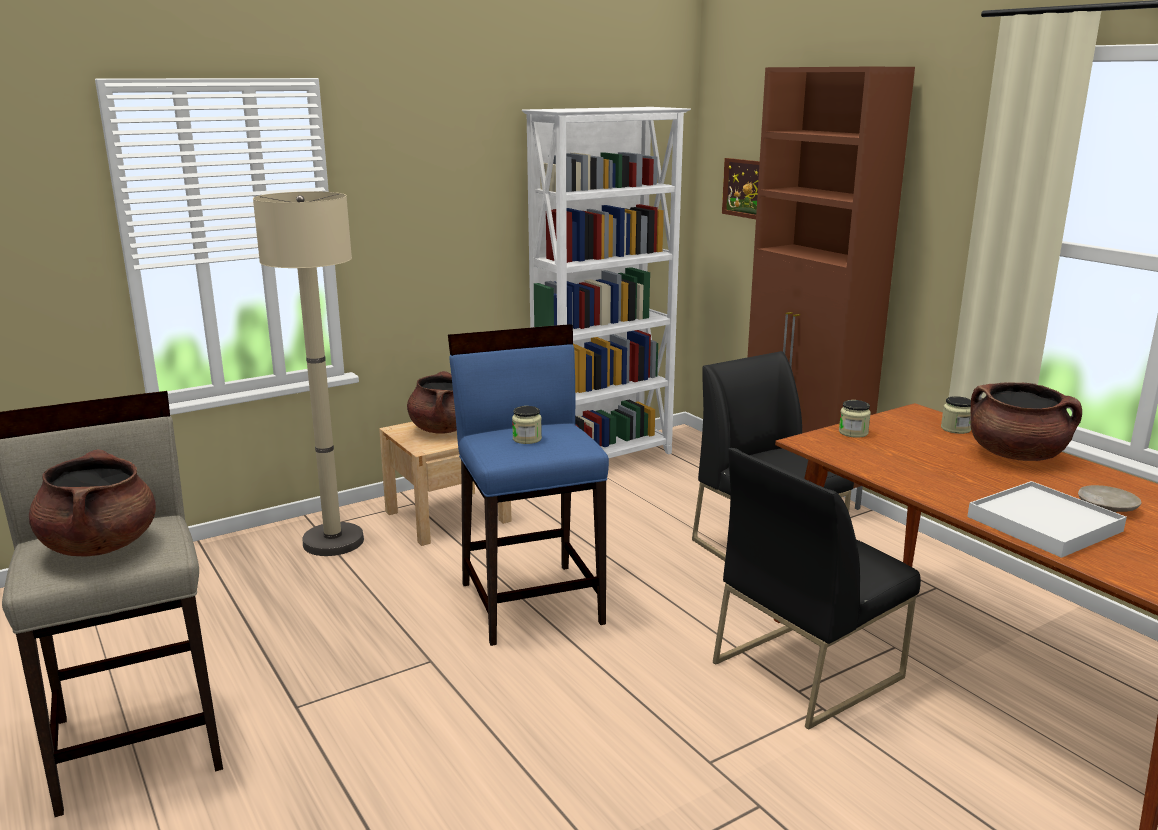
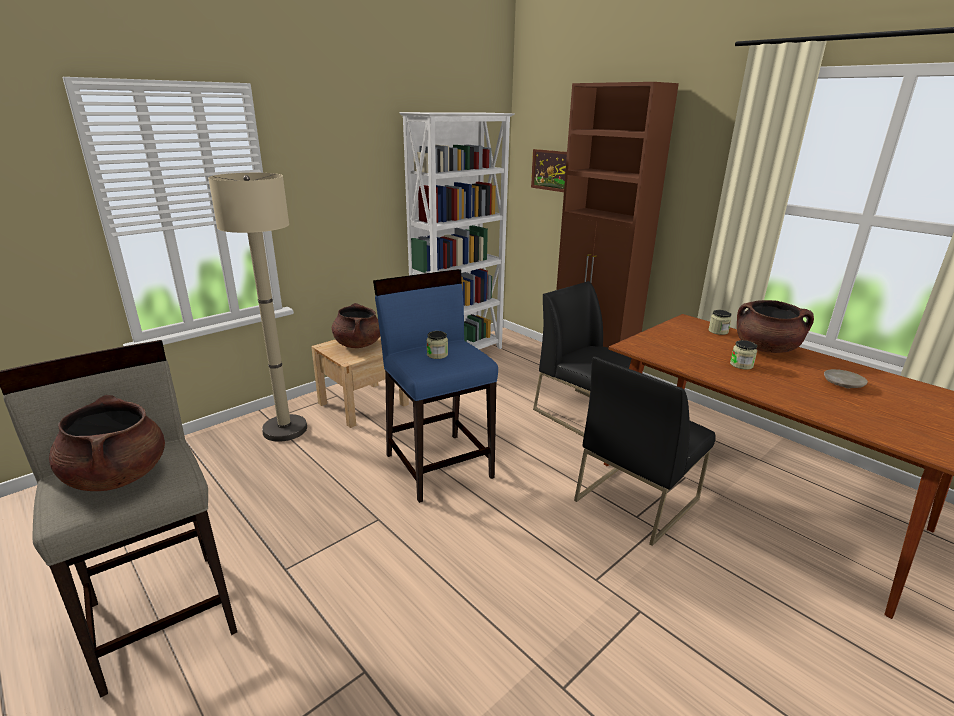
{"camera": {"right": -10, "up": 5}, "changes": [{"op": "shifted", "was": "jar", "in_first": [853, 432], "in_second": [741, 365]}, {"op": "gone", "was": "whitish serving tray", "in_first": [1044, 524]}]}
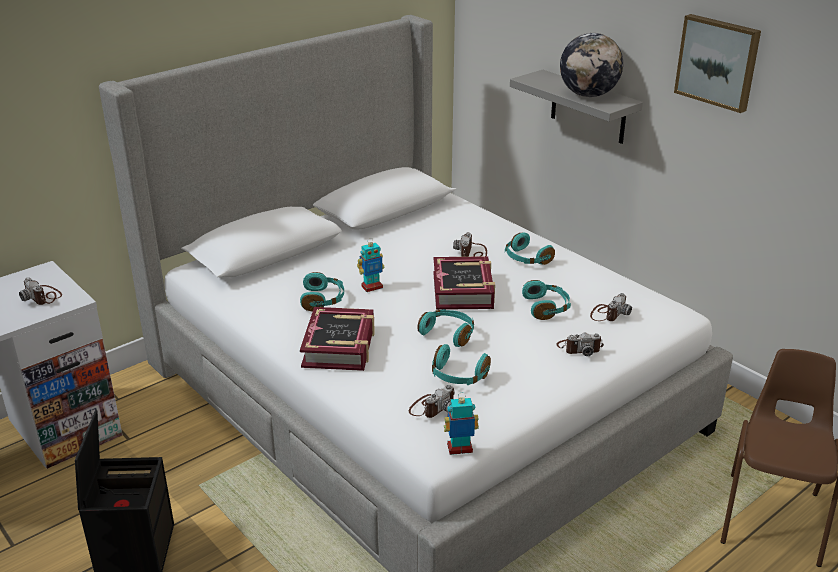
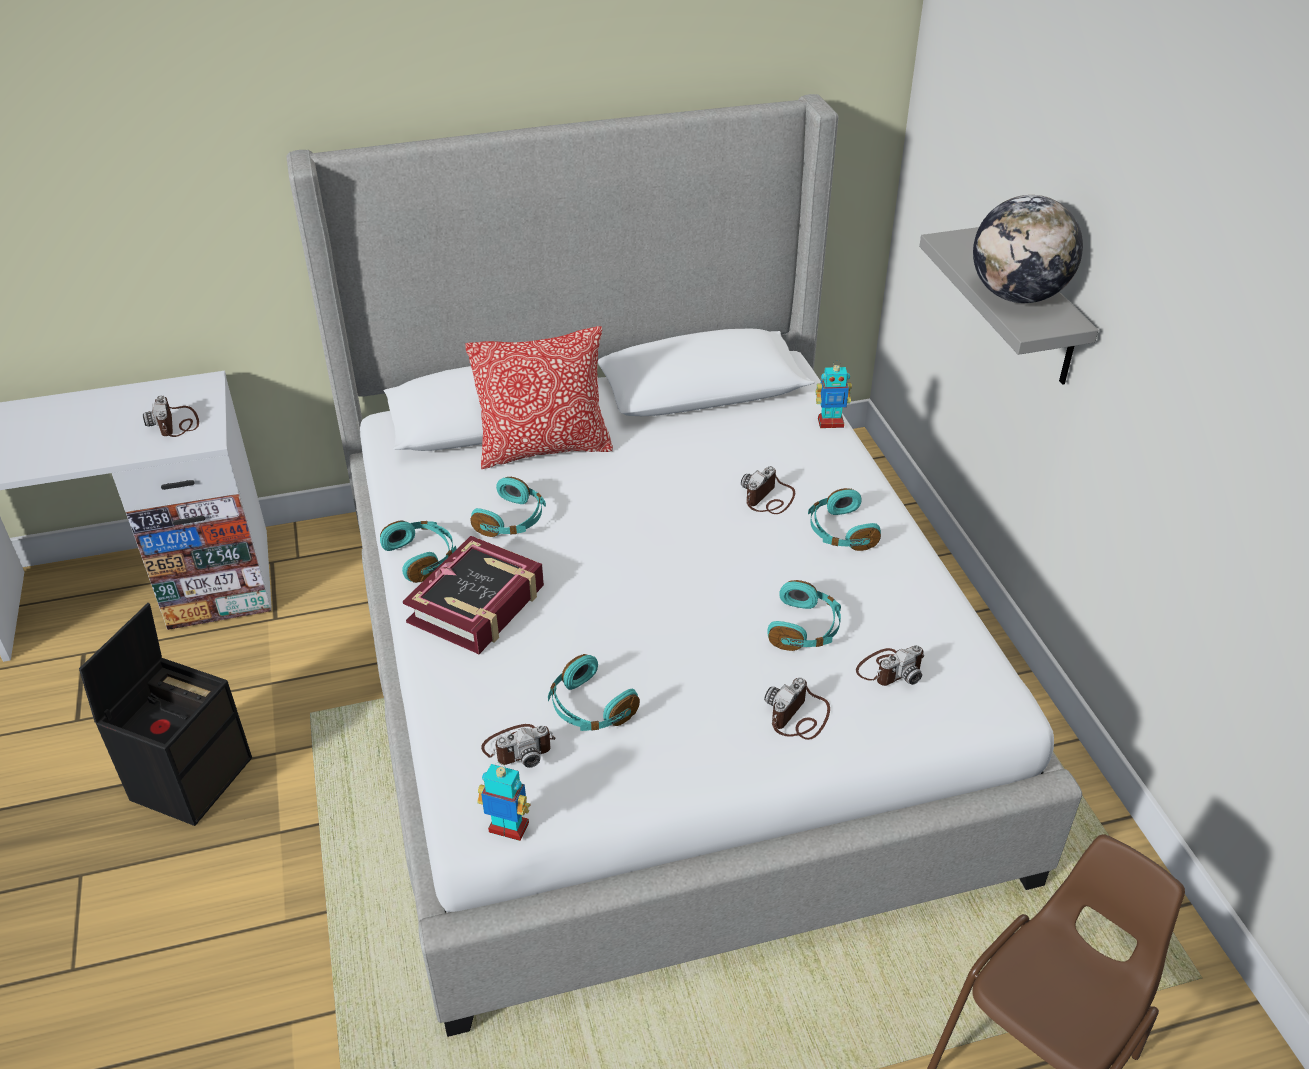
{"camera": {"right": 25, "up": 10}, "changes": [{"op": "gone", "was": "picture", "in_first": [718, 62]}, {"op": "shifted", "was": "model robot", "in_first": [372, 287], "in_second": [830, 422]}, {"op": "gone", "was": "book", "in_first": [463, 290]}, {"op": "shifted", "was": "turquoise pair of headphones", "in_first": [448, 333], "in_second": [422, 558]}, {"op": "rotated", "was": "photo camera", "in_first": [579, 348], "in_second": [799, 717], "clockwise": 105}, {"op": "new", "now": "pillow", "in_second": [544, 449]}]}
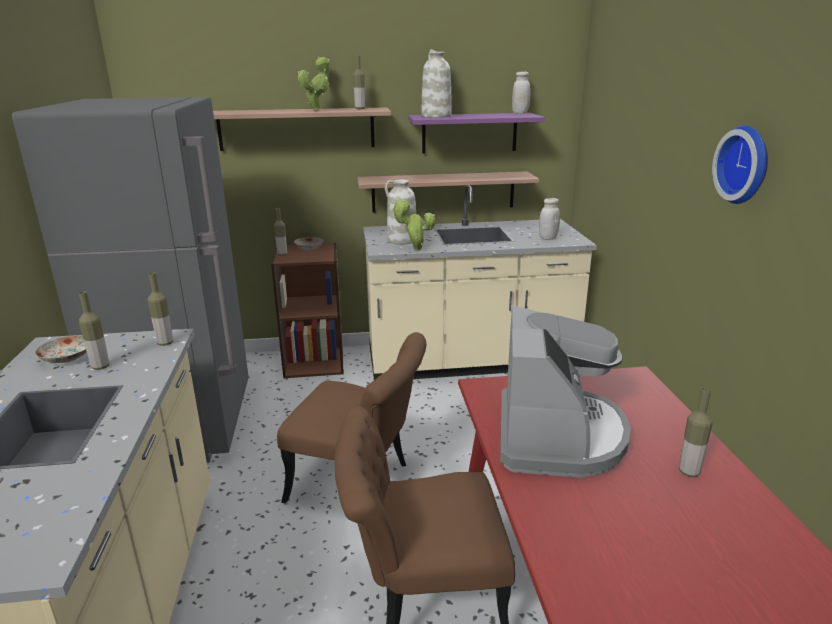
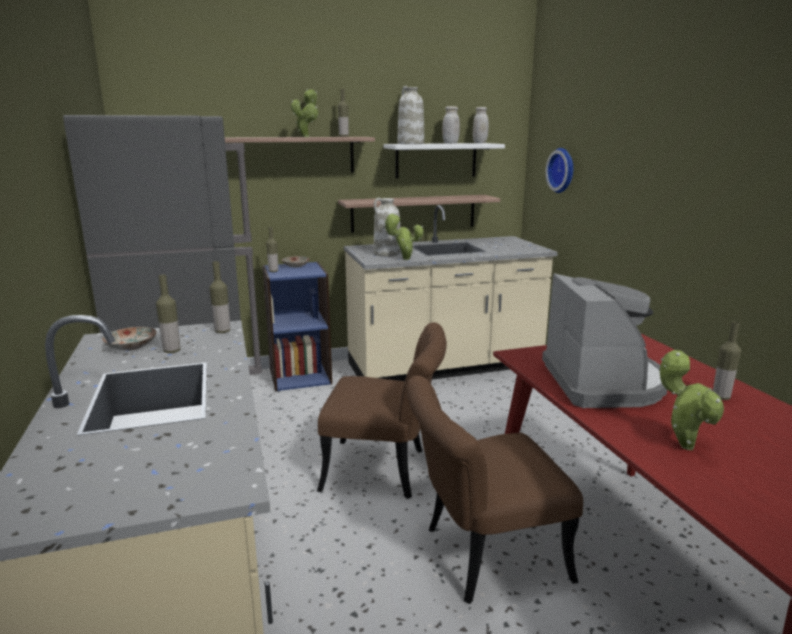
{"camera": {"right": -10, "up": -5}, "changes": [{"op": "repainted", "was": "purple-coloured shelf", "now": "whitish shelf", "in_first": [469, 133], "in_second": [436, 160]}, {"op": "shifted", "was": "clock on the wall", "in_first": [746, 164], "in_second": [563, 170]}, {"op": "shifted", "was": "whitish jar", "in_first": [547, 238], "in_second": [450, 143]}, {"op": "repainted", "was": "brown bookcase", "now": "blue bookcase", "in_first": [314, 362], "in_second": [300, 376]}, {"op": "new", "now": "plant in a pot", "in_second": [682, 445]}]}
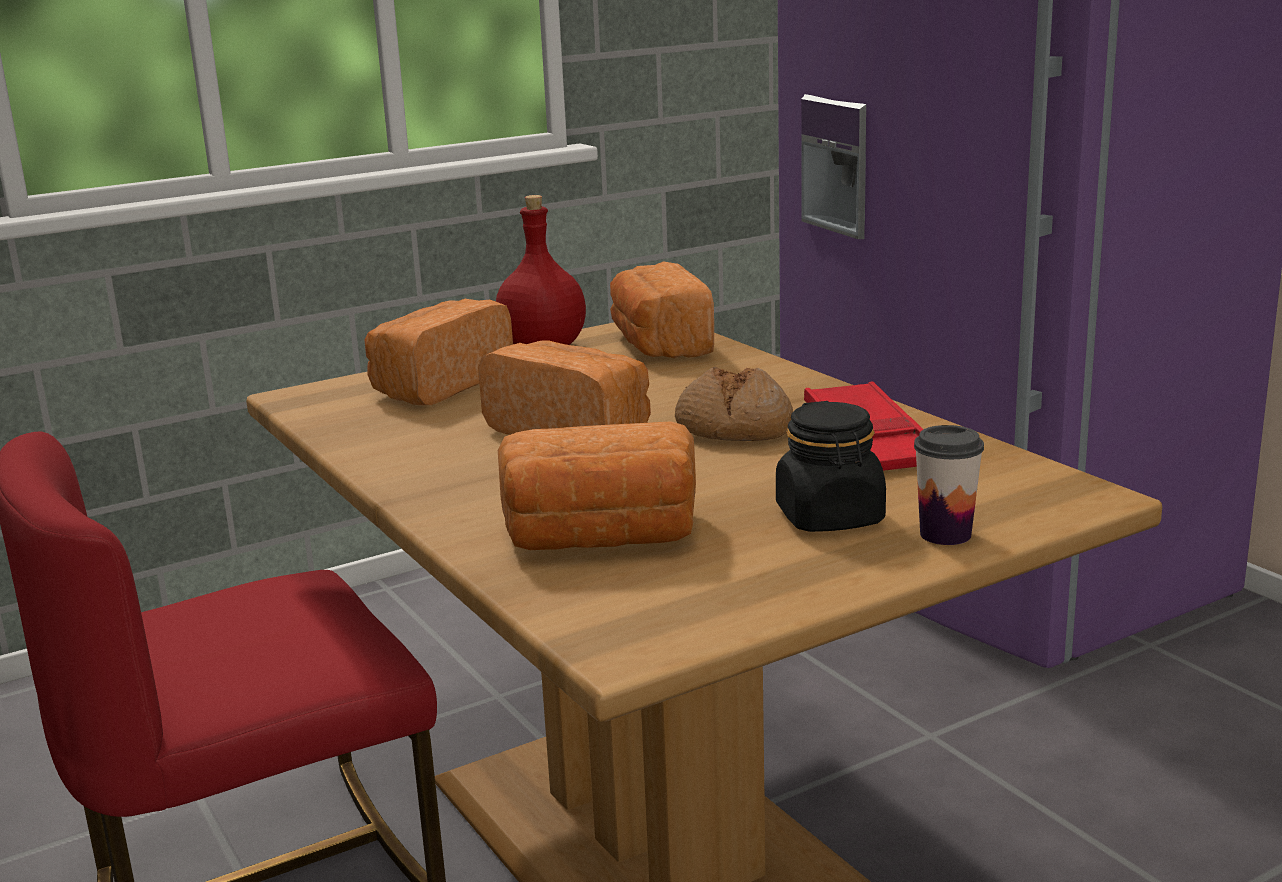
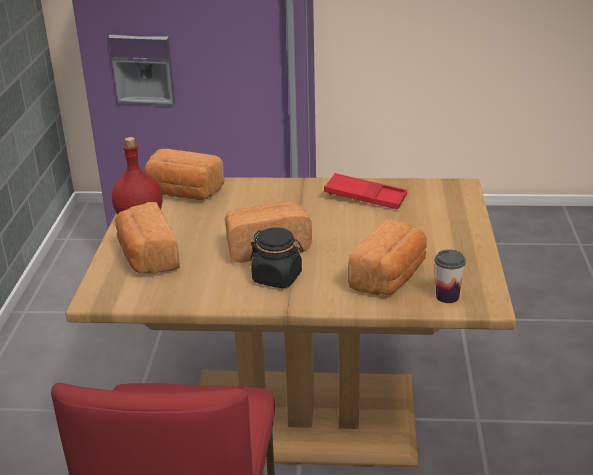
{"camera": {"right": -55, "up": 10}, "changes": [{"op": "gone", "was": "bread", "in_first": [734, 428]}, {"op": "shifted", "was": "black-coloured jar", "in_first": [830, 517], "in_second": [277, 278]}, {"op": "shifted", "was": "cup", "in_first": [945, 534], "in_second": [447, 296]}]}
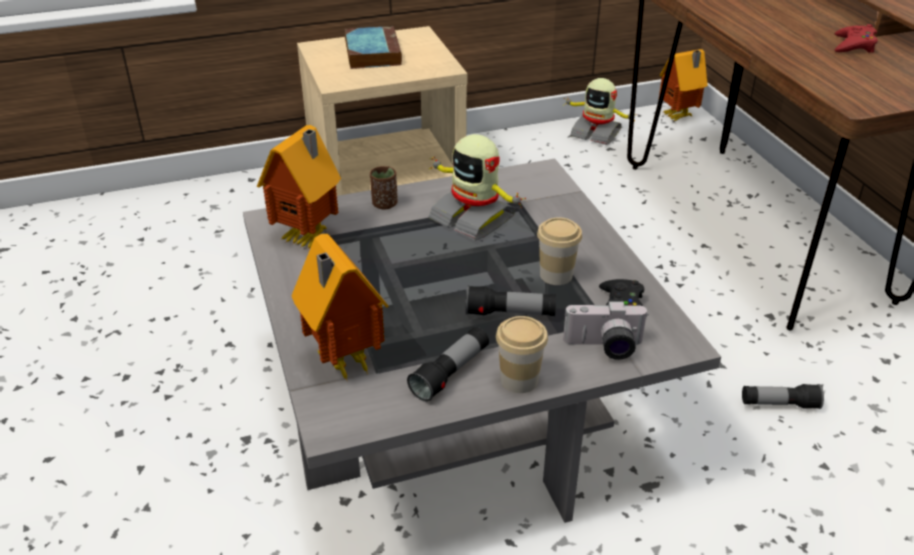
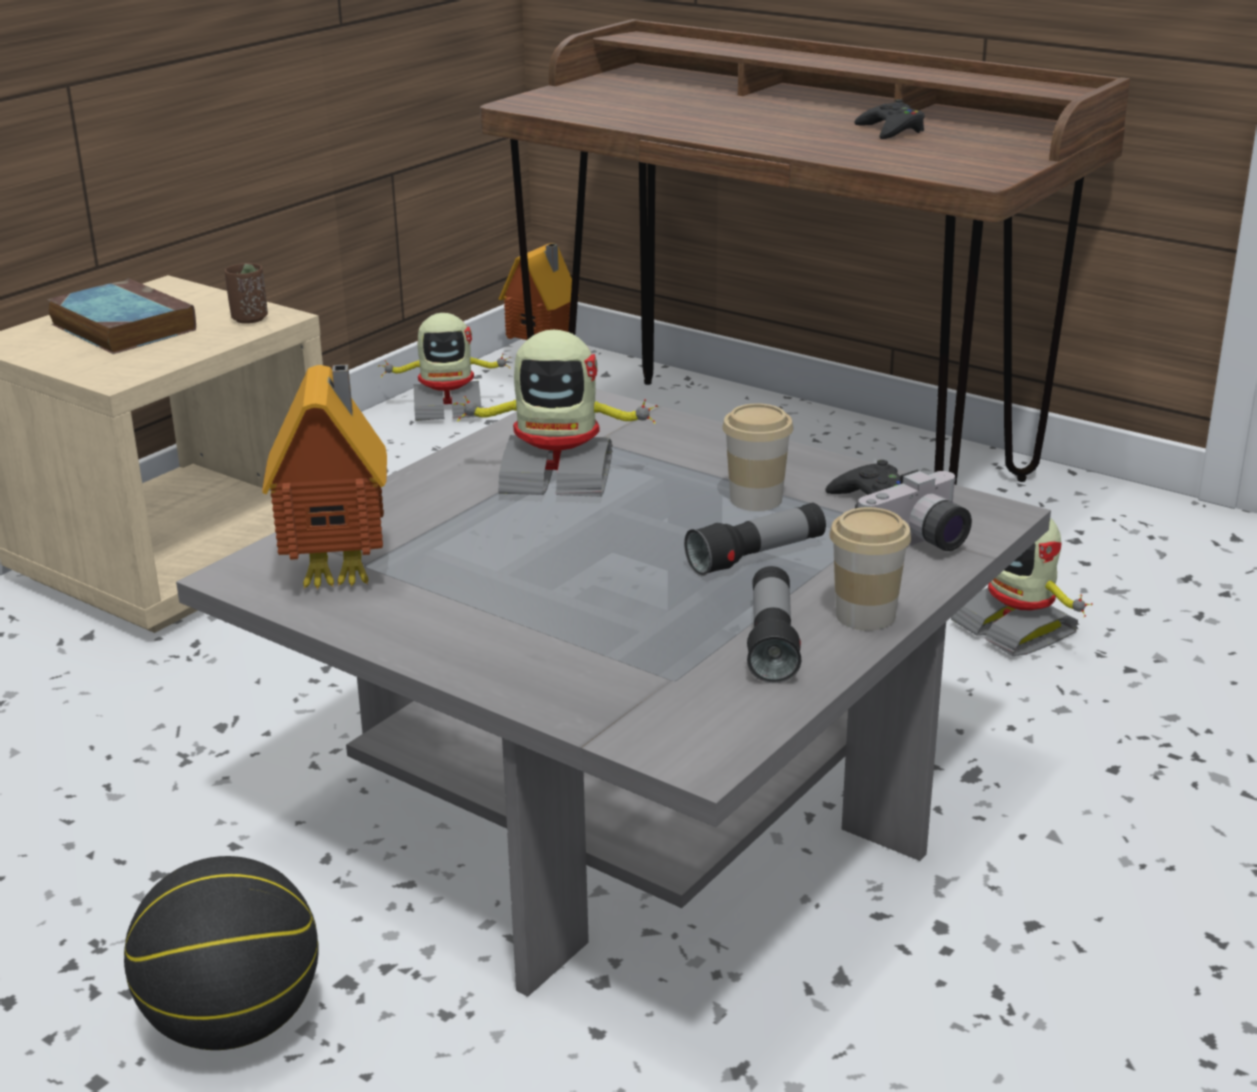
{"camera": {"right": -35, "up": -10}, "changes": [{"op": "repainted", "was": "red joypad", "now": "black-coloured joypad", "in_first": [853, 45], "in_second": [891, 130]}, {"op": "shifted", "was": "brown cup", "in_first": [384, 204], "in_second": [249, 319]}, {"op": "gone", "was": "toy house", "in_first": [342, 363]}, {"op": "swapped", "was": "hand torch", "now": "model robot", "in_first": [779, 404], "in_second": [1016, 628]}, {"op": "new", "now": "basketball", "in_second": [233, 1022]}]}
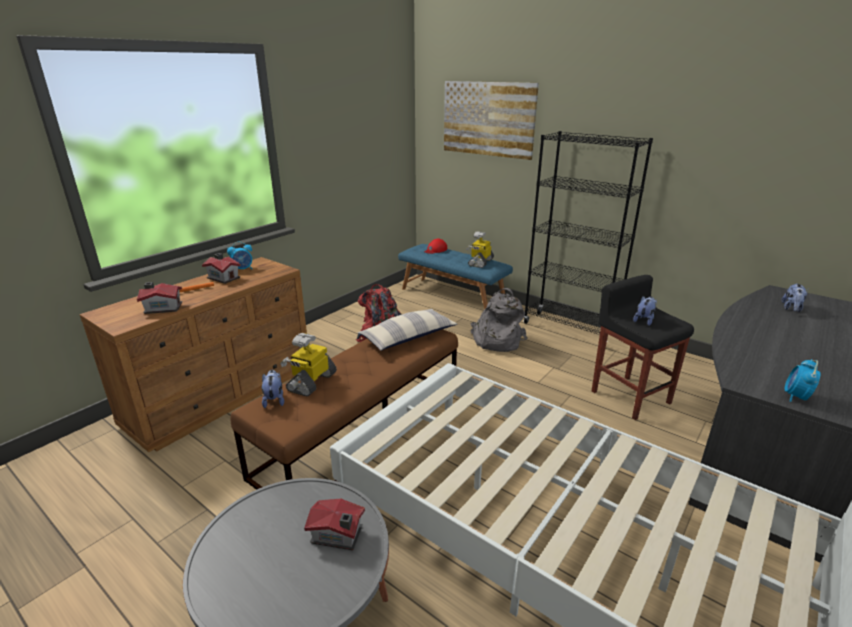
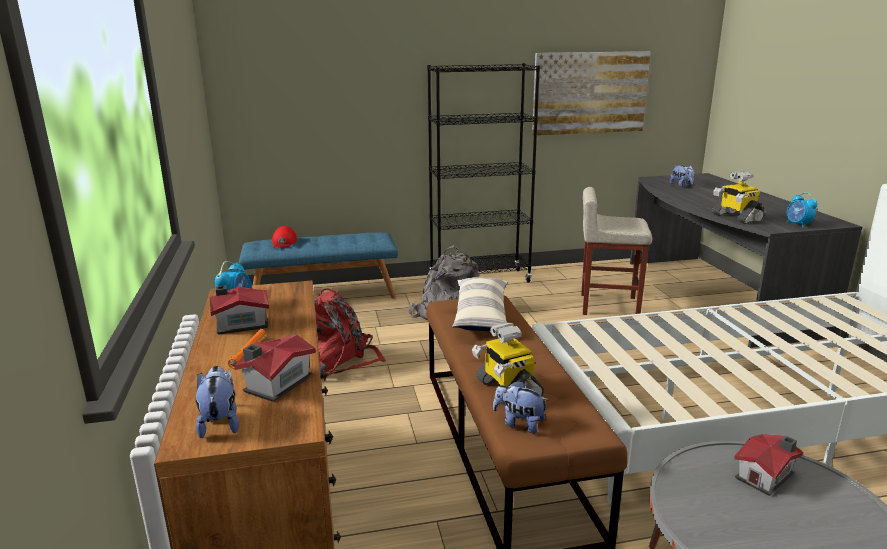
{"camera": {"right": -50, "up": -5}, "changes": [{"op": "shifted", "was": "picture", "in_first": [488, 119], "in_second": [590, 93]}, {"op": "shifted", "was": "model robot", "in_first": [480, 262], "in_second": [735, 218]}, {"op": "repainted", "was": "black-coloured stool", "now": "beige stool", "in_first": [629, 396], "in_second": [608, 305]}, {"op": "shifted", "was": "soft toy", "in_first": [644, 320], "in_second": [220, 423]}]}
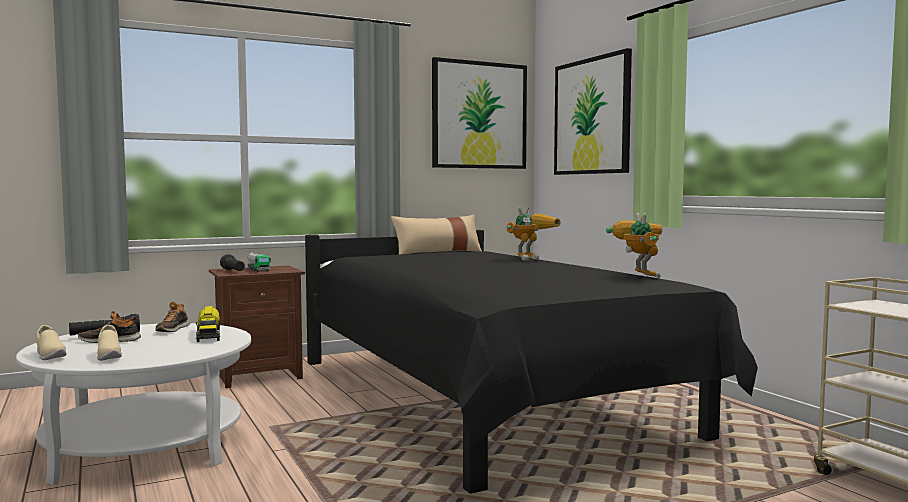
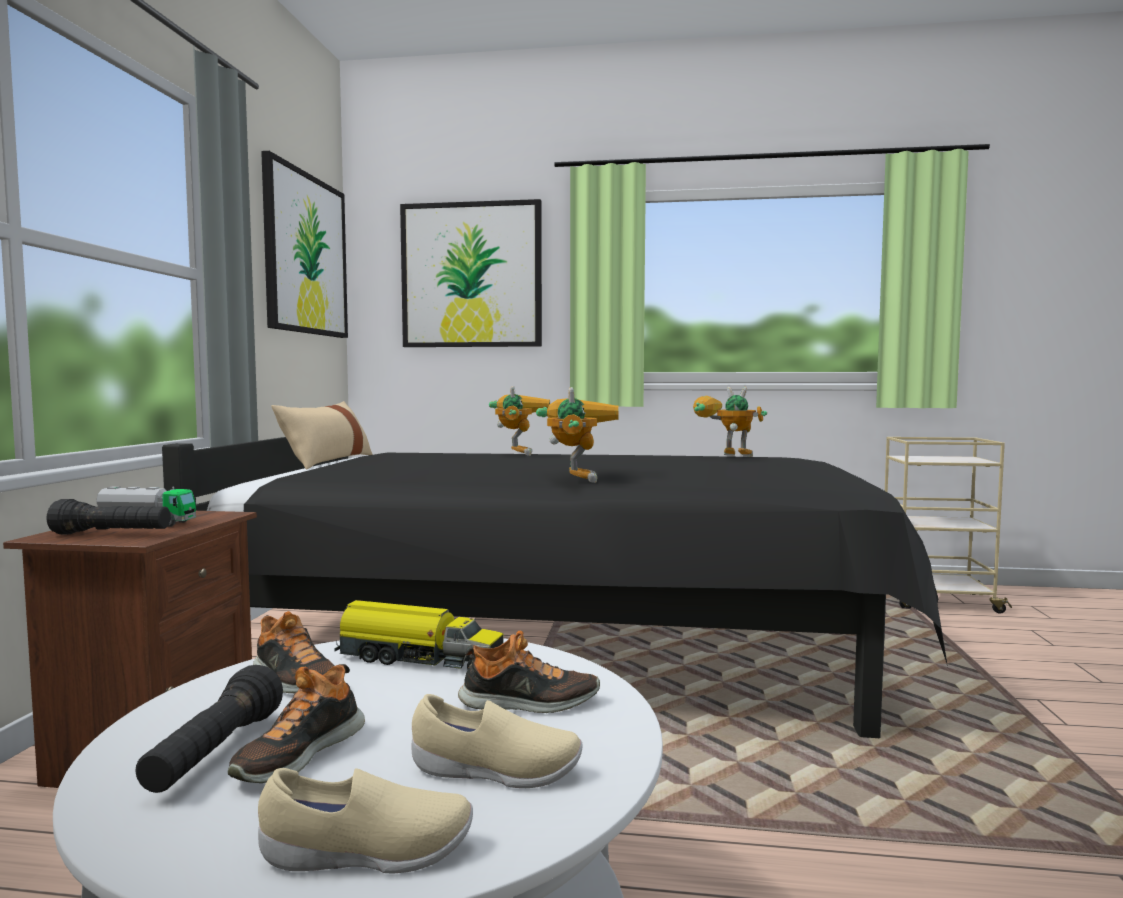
{"camera": {"right": -55, "up": 0}, "changes": [{"op": "new", "now": "model robot", "in_second": [575, 478]}, {"op": "new", "now": "low shoe", "in_second": [529, 703]}]}
